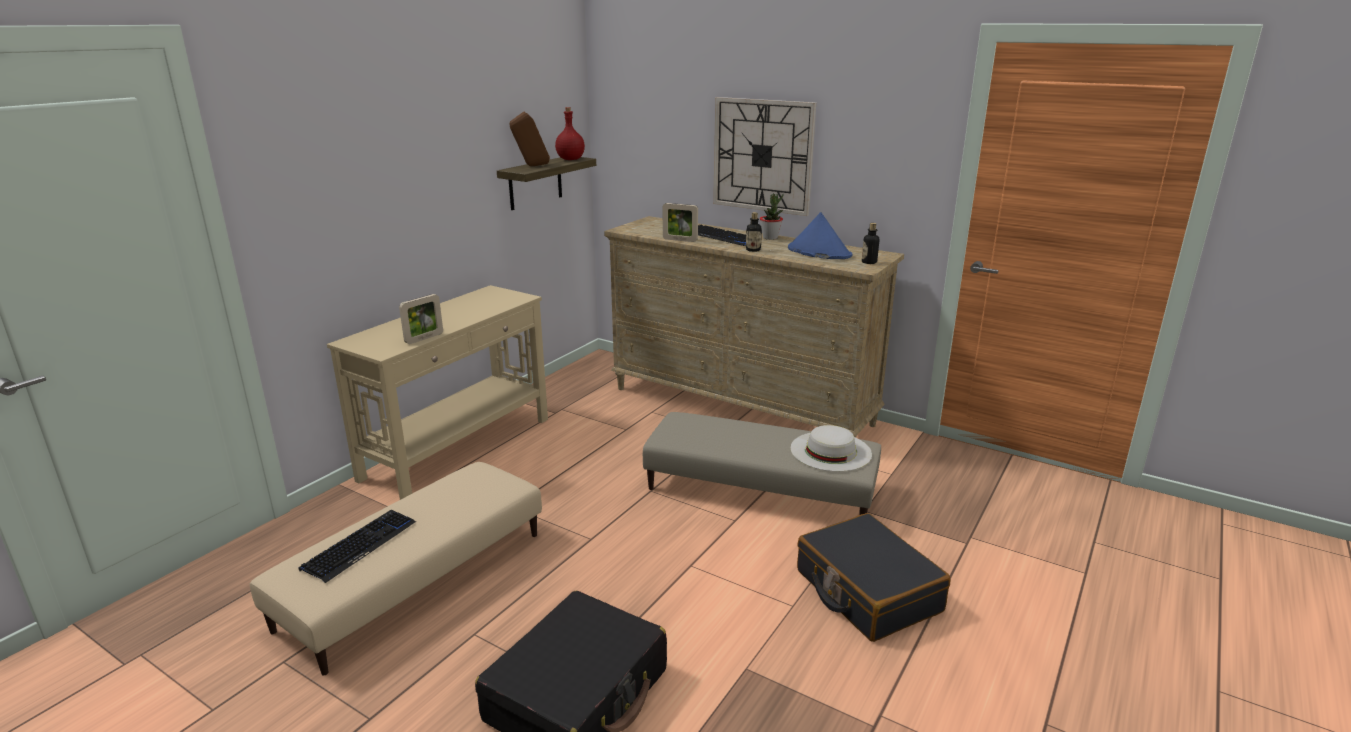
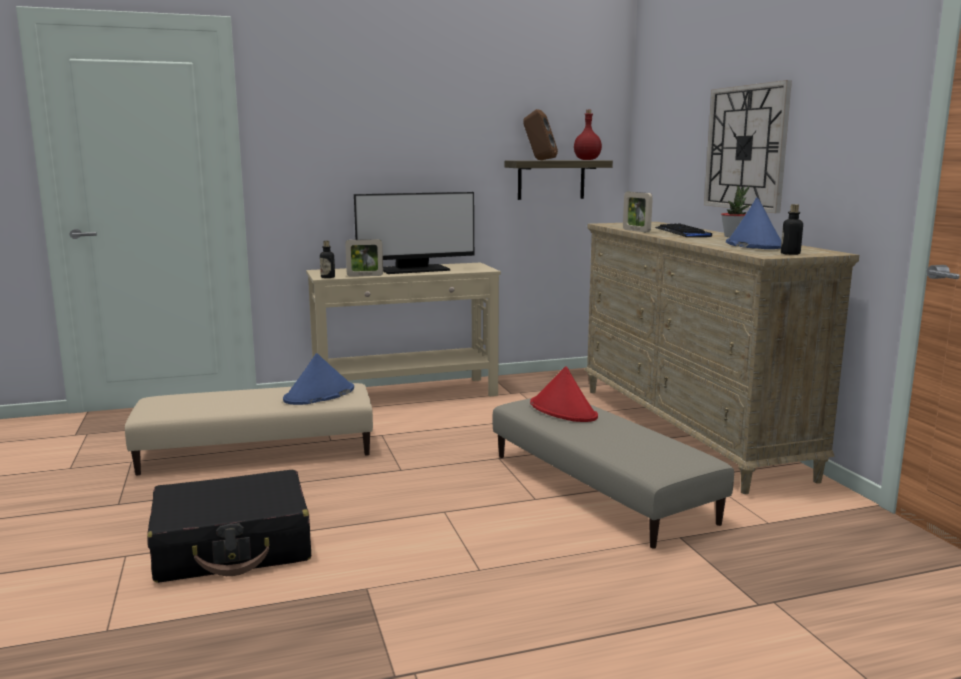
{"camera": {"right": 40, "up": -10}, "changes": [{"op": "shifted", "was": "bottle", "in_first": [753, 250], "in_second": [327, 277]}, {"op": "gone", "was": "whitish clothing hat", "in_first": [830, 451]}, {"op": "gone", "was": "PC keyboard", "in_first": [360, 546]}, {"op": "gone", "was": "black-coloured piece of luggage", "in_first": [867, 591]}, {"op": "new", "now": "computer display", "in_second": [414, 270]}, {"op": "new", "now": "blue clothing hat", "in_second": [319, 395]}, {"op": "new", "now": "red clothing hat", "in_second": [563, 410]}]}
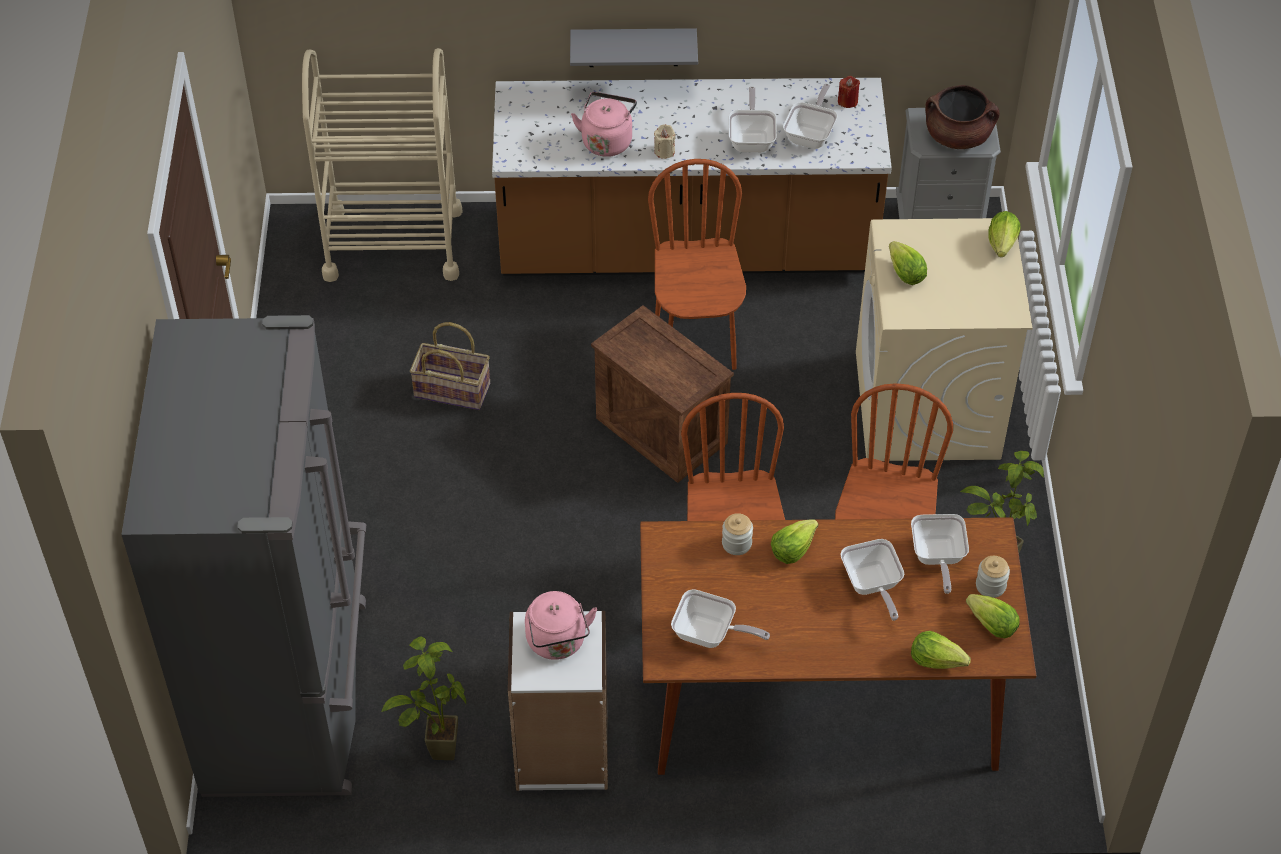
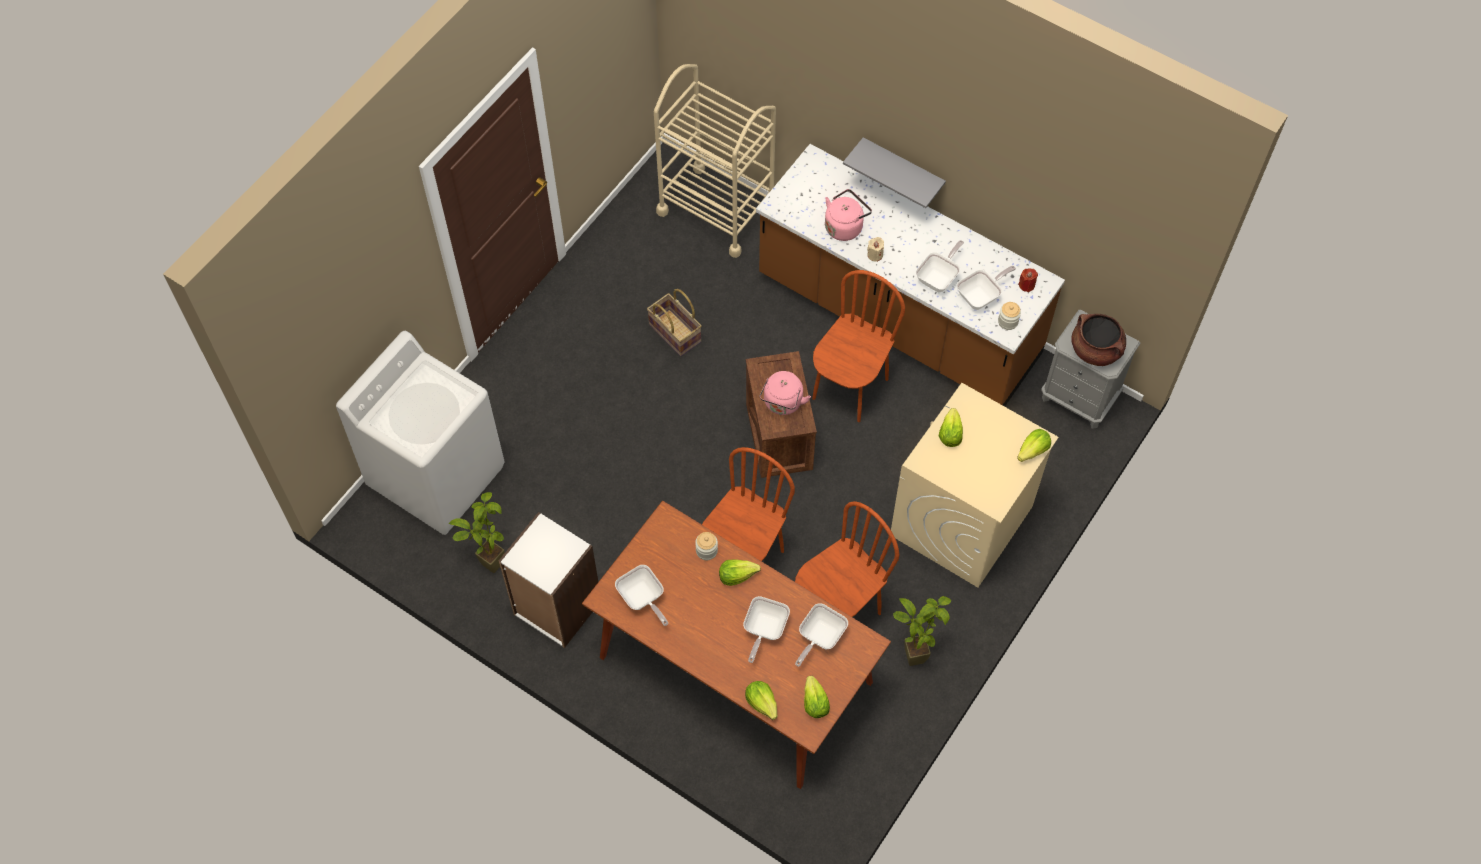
{"camera": {"right": 35, "up": 10}, "changes": [{"op": "swapped", "was": "greyish refrigerator", "now": "whitish laundry appliance", "in_first": [291, 695], "in_second": [437, 475]}, {"op": "shifted", "was": "jar", "in_first": [990, 586], "in_second": [1008, 321]}, {"op": "shifted", "was": "pink-coloured water kettle", "in_first": [558, 643], "in_second": [782, 404]}]}
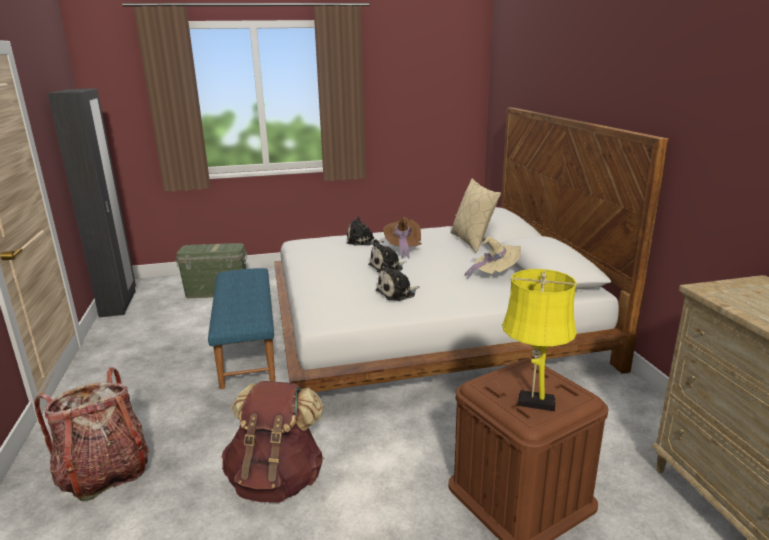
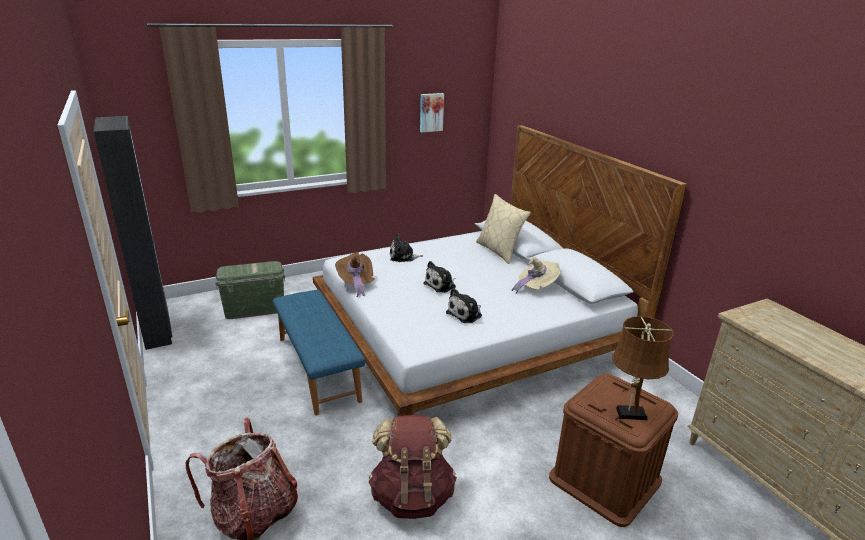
{"camera": {"right": -15, "up": 5}, "changes": [{"op": "shifted", "was": "brown clothing hat", "in_first": [403, 249], "in_second": [356, 284]}, {"op": "repainted", "was": "yellow-coloured table lamp", "now": "brown table lamp", "in_first": [532, 401], "in_second": [628, 413]}, {"op": "new", "now": "picture", "in_second": [431, 112]}]}
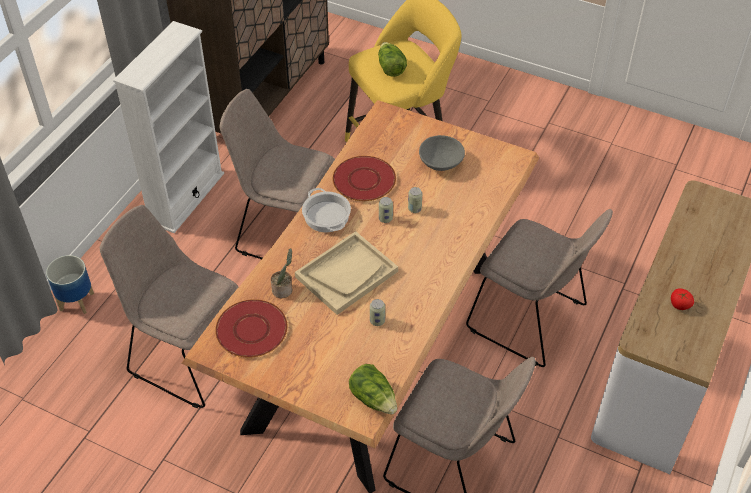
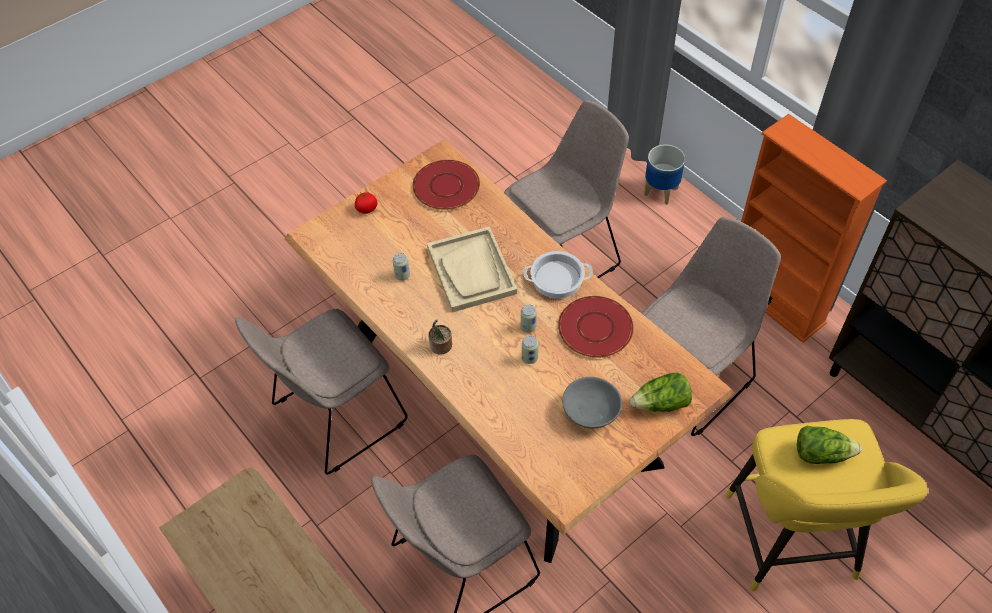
{"camera": {"right": 115, "up": 5}, "changes": [{"op": "repainted", "was": "whitish bookcase", "now": "orange bookcase", "in_first": [186, 197], "in_second": [773, 300]}, {"op": "shifted", "was": "plant in a pot", "in_first": [283, 290], "in_second": [440, 346]}, {"op": "shifted", "was": "tomato", "in_first": [679, 305], "in_second": [367, 209]}, {"op": "shifted", "was": "lettuce", "in_first": [374, 398], "in_second": [661, 403]}]}
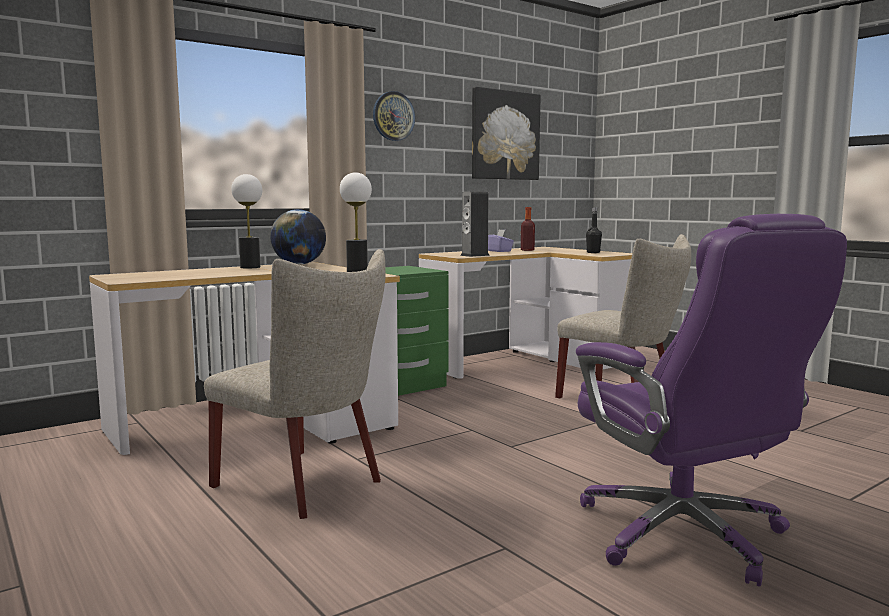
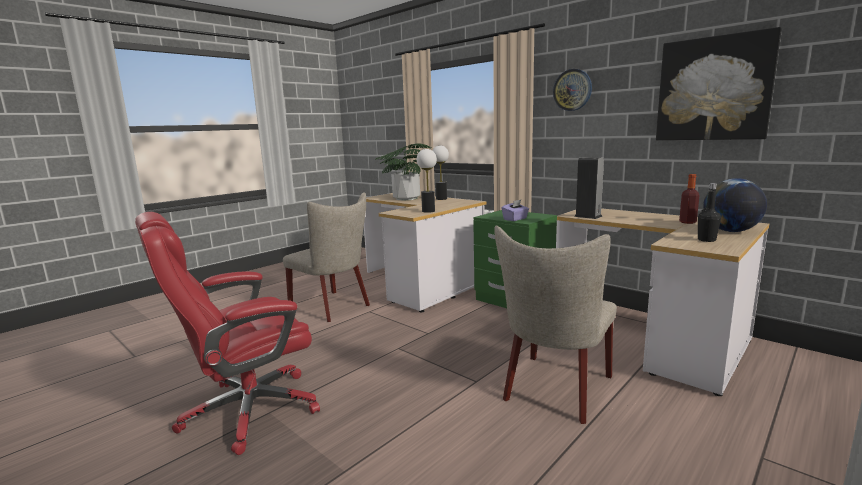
{"camera": {"right": 80, "up": 5}, "changes": [{"op": "shifted", "was": "globe", "in_first": [299, 264], "in_second": [730, 231]}, {"op": "repainted", "was": "purple-coloured office chair", "now": "red office chair", "in_first": [685, 535], "in_second": [247, 411]}, {"op": "shifted", "was": "purple-coloured tissue box", "in_first": [499, 251], "in_second": [515, 219]}, {"op": "rotated", "was": "beige plain chair", "in_first": [306, 485], "in_second": [333, 307], "clockwise": -75}, {"op": "new", "now": "plant in a pot", "in_second": [406, 198]}]}
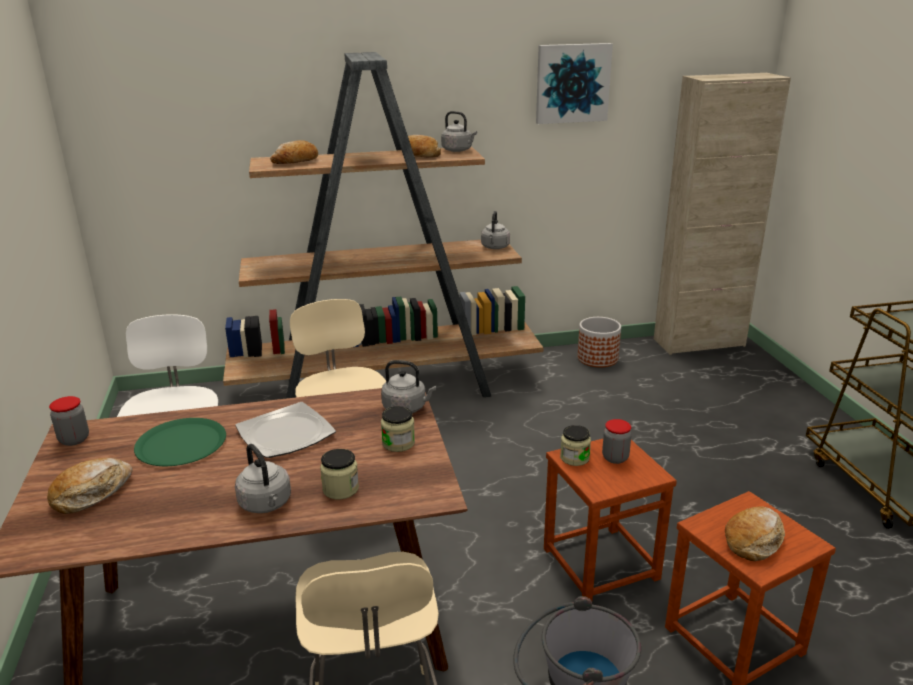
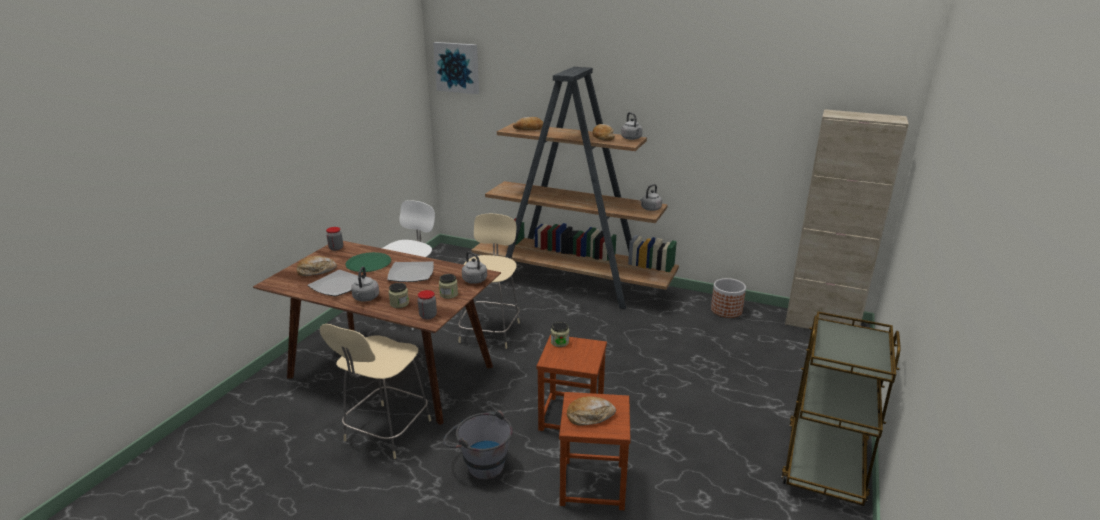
{"camera": {"right": 35, "up": 0}, "changes": [{"op": "shifted", "was": "picture", "in_first": [572, 83], "in_second": [457, 67]}, {"op": "shifted", "was": "jar", "in_first": [615, 458], "in_second": [428, 316]}, {"op": "new", "now": "flat dish", "in_second": [337, 285]}]}
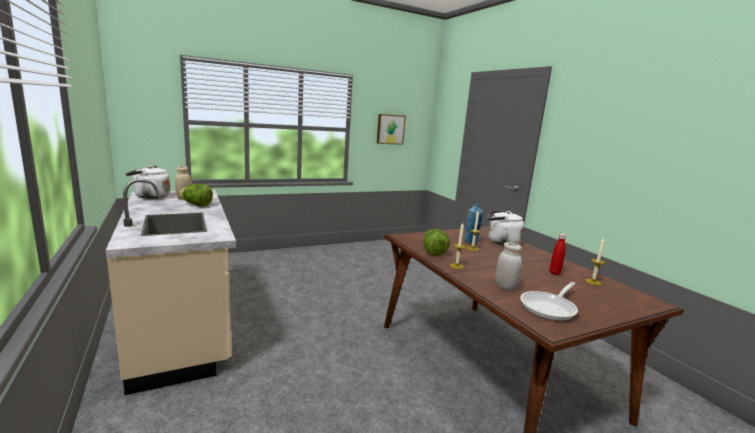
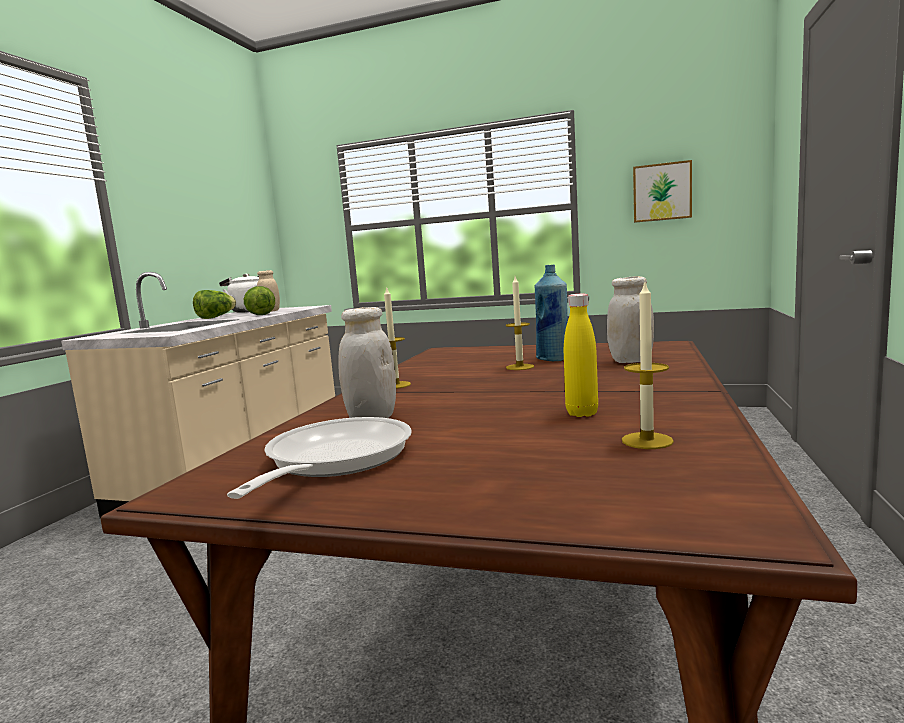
{"camera": {"right": 45, "up": -5}, "changes": [{"op": "swapped", "was": "whitish water kettle", "now": "whitish jar", "in_first": [501, 242], "in_second": [631, 361]}, {"op": "shifted", "was": "lettuce", "in_first": [433, 252], "in_second": [215, 317]}, {"op": "repainted", "was": "red bottle", "now": "yellow-coloured bottle", "in_first": [554, 273], "in_second": [582, 413]}, {"op": "rotated", "was": "pan", "in_first": [550, 308], "in_second": [332, 461], "clockwise": 105}]}
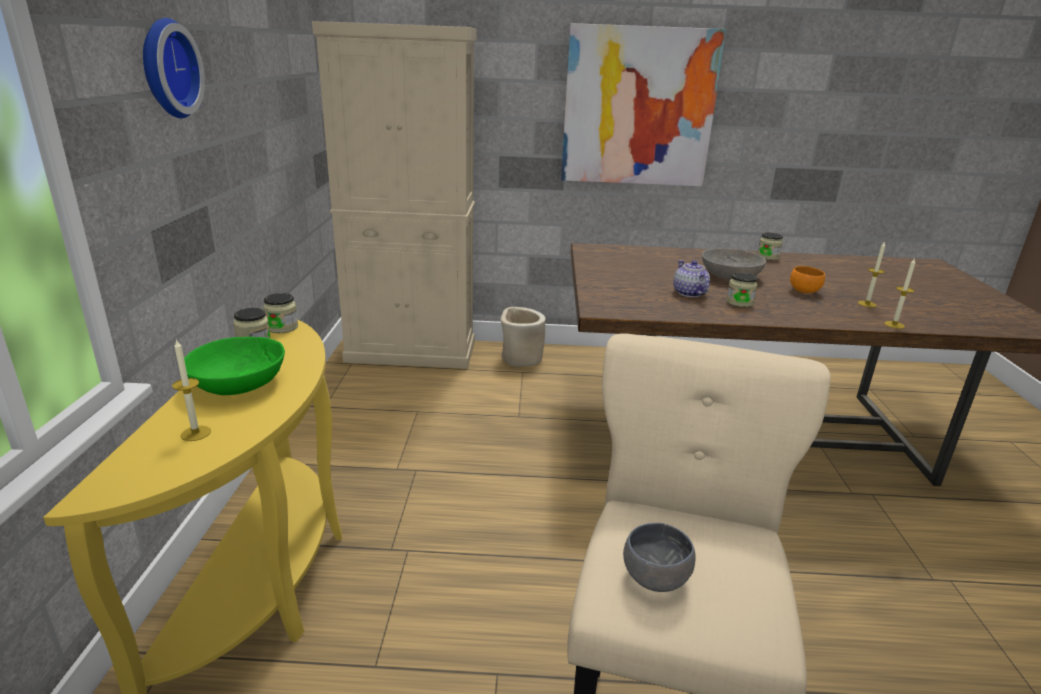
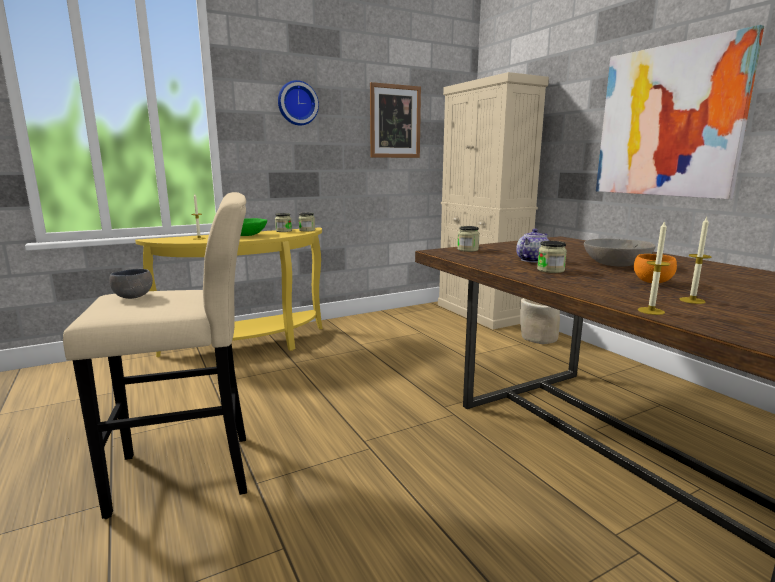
{"camera": {"right": 60, "up": -10}, "changes": [{"op": "shifted", "was": "jar", "in_first": [768, 257], "in_second": [467, 249]}, {"op": "new", "now": "picture", "in_second": [395, 121]}]}
